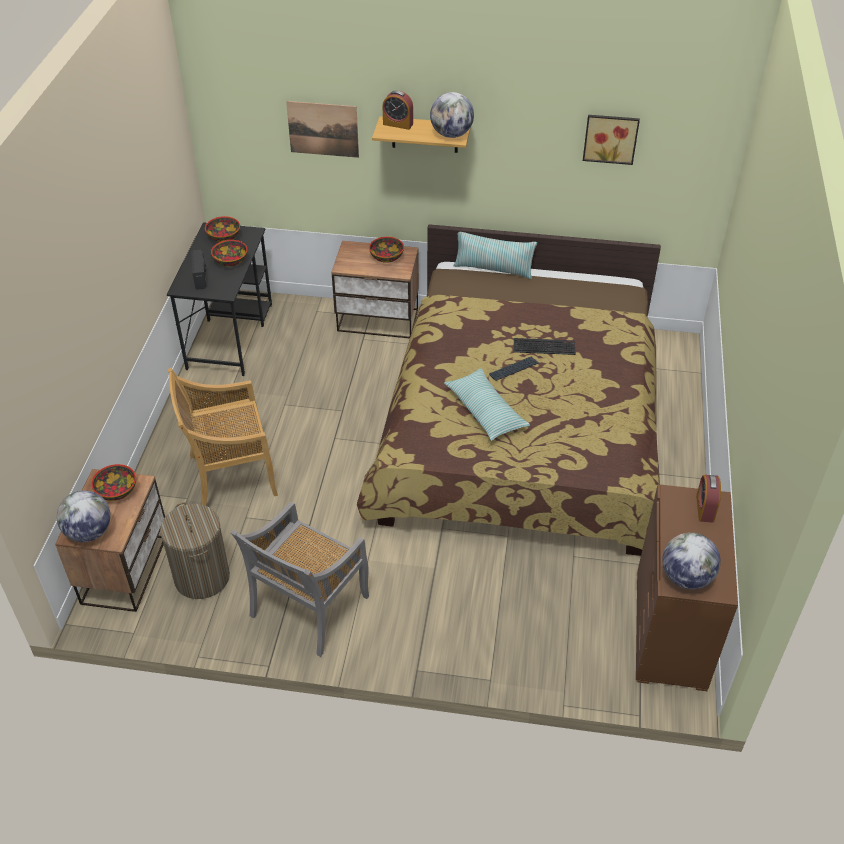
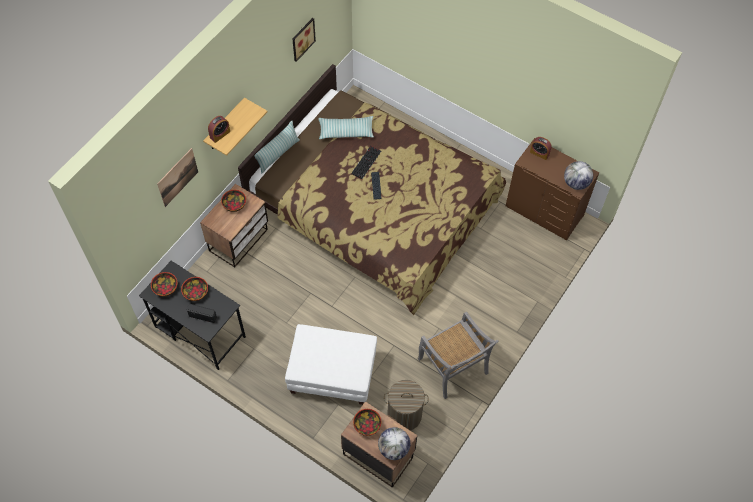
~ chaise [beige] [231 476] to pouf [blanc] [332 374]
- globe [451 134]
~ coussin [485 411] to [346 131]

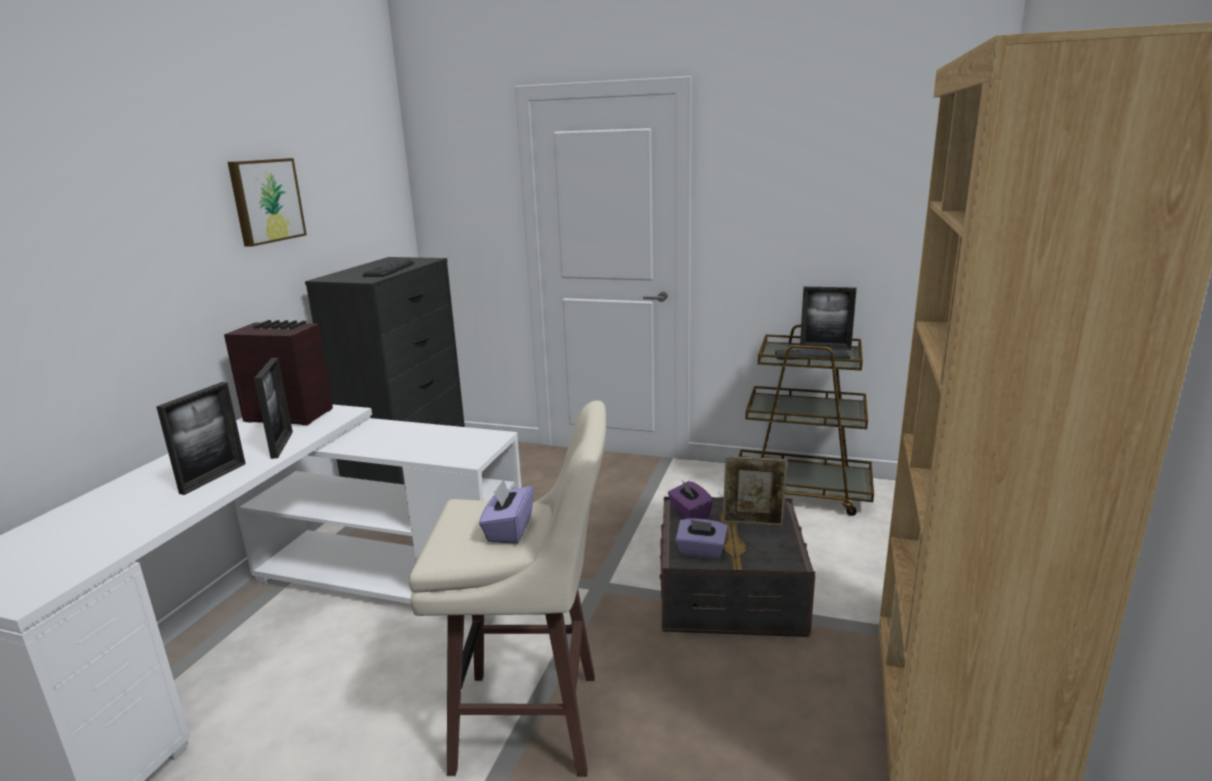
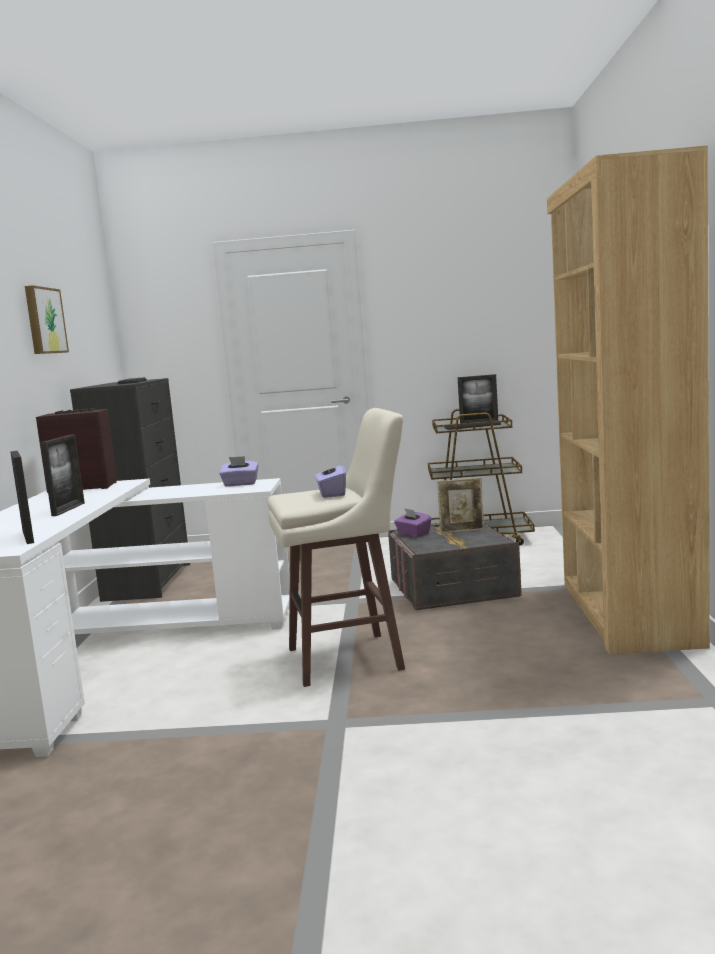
~ cadre photo [282 444] to [28 537]
~ boîte à mouchoirs [violet] [701 551] to [240 484]

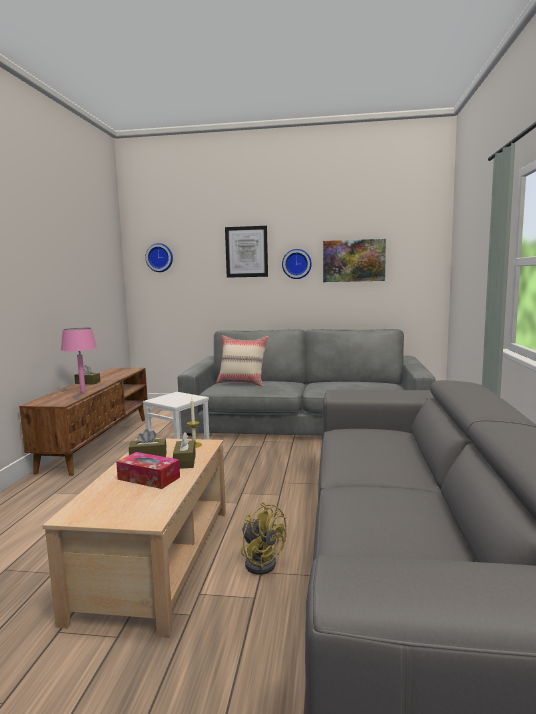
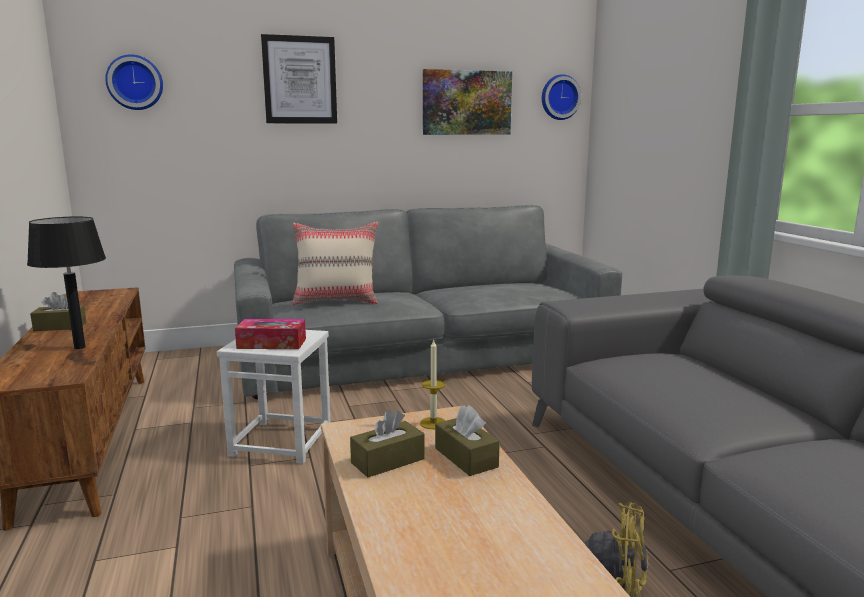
~ lampe de table [rose] [83 392] to lampe de table [noir] [80 347]
~ boîte à mouchoirs [149 478] to [272 343]
~ horloge murale [296 264] to [559 97]

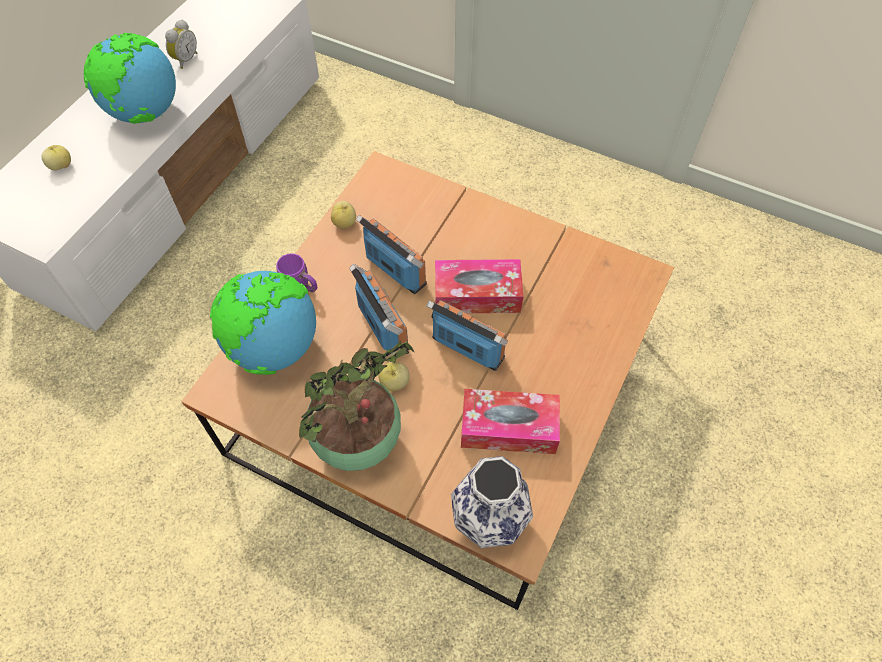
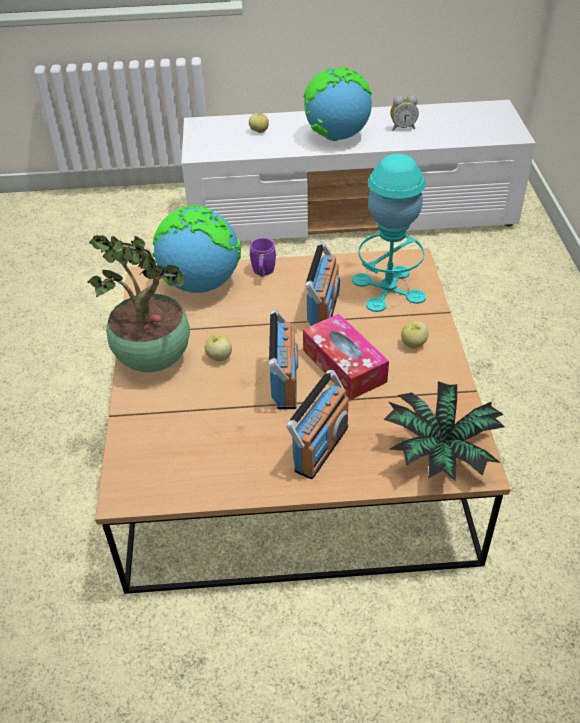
~ pomme [345 223] to [413 344]
~ radio [383 327] to [320 448]
- vase [488 521]
- boîte à mouchoirs [508 428]
+ lampe de table [turquoise] [388 288]
+ plante en pot [440 451]

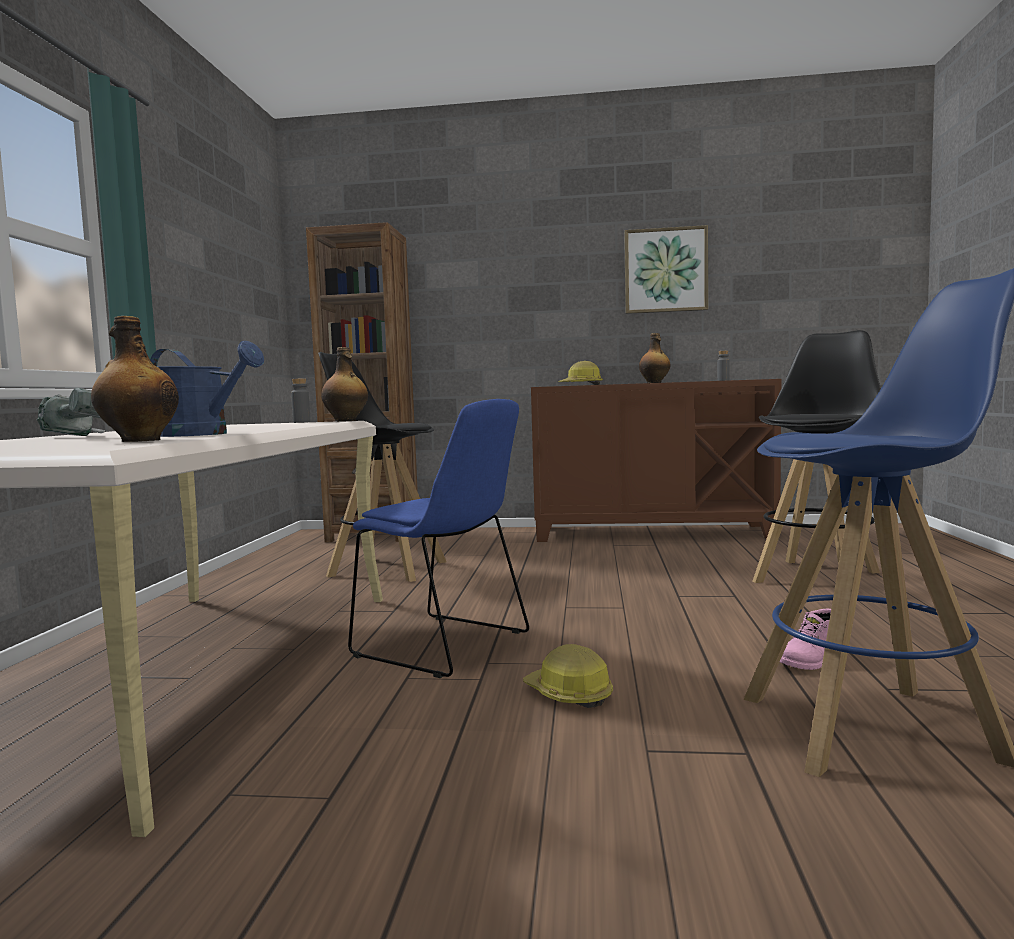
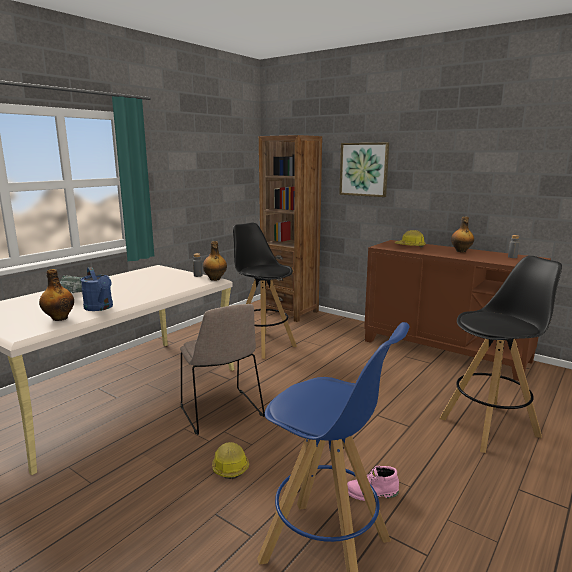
~ chaise [bleu] [446 646] to chaise [beige] [222 413]
~ tableau [665 270] to [364 169]

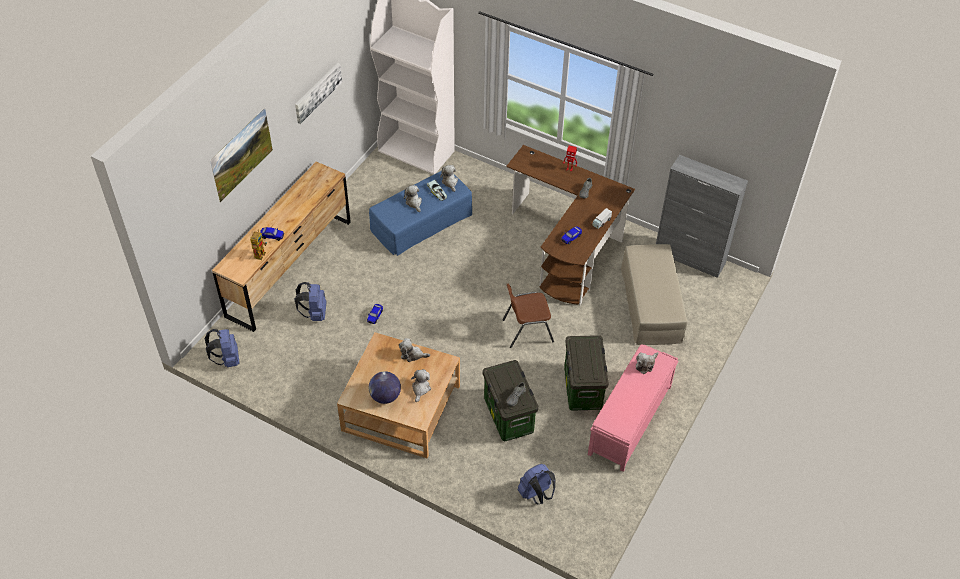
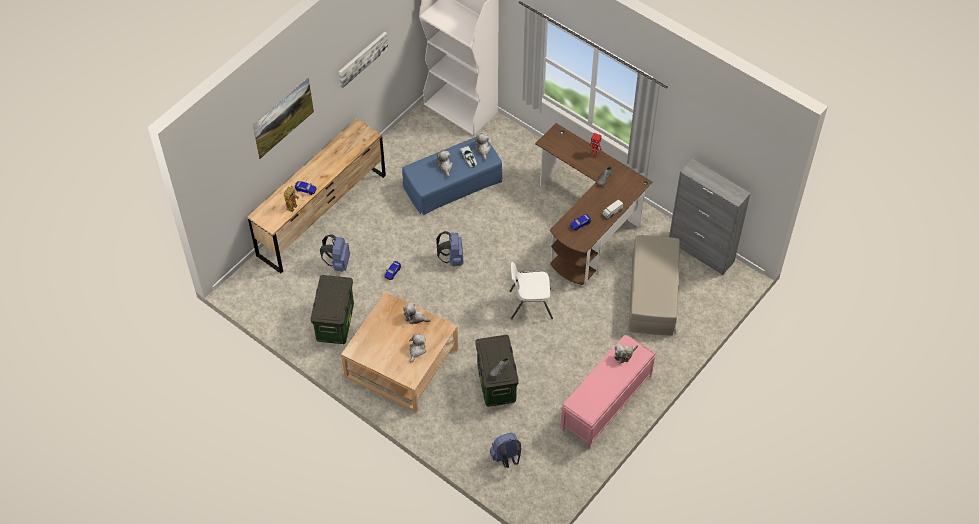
~ sac à dos [bleu] [227 359] to [452 258]
- globe [385 396]
~ chaise [marron] [526 330] to chaise [blanc] [530 304]
~ boîte de rangement [583 389] to [335 323]

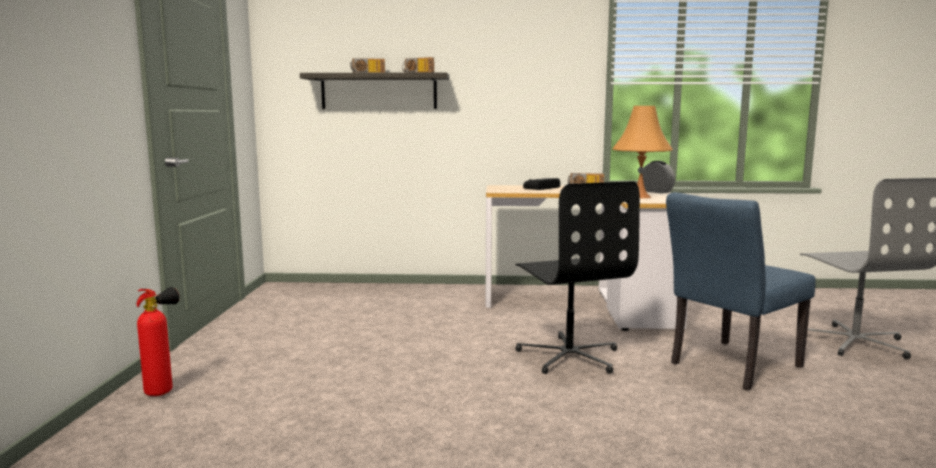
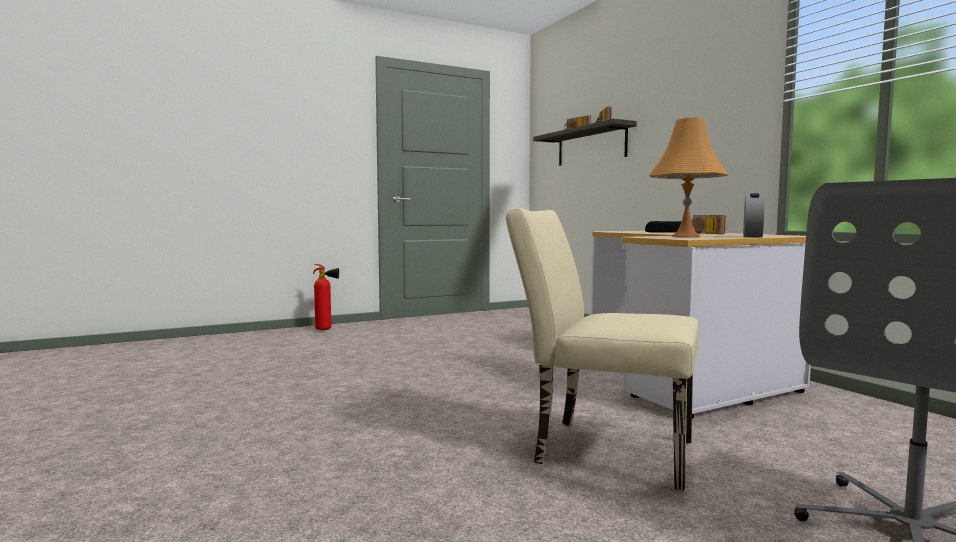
- chaise de bureau [noir] [569 356]
~ chaise [bleu] [729 367] to chaise [beige] [601 449]

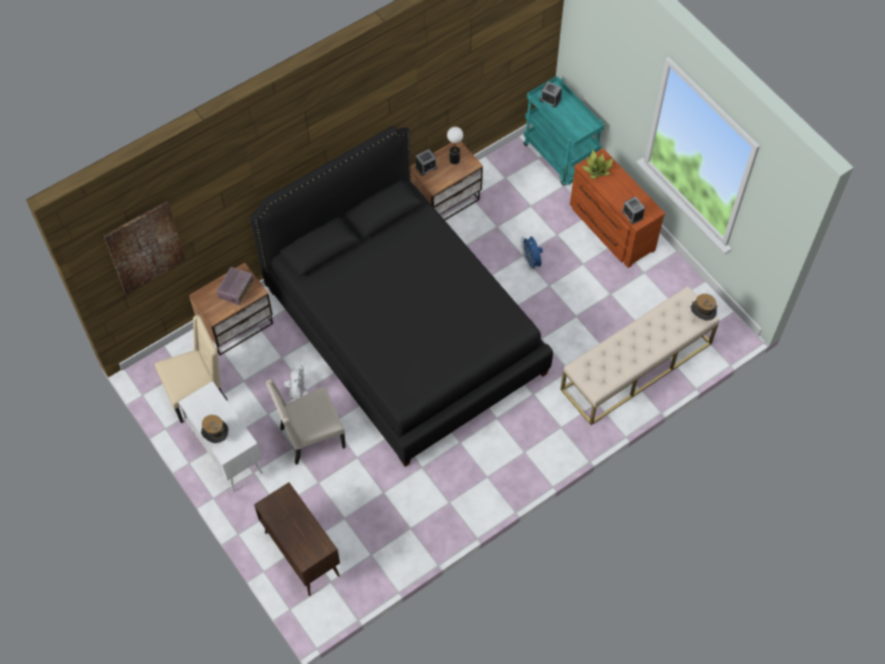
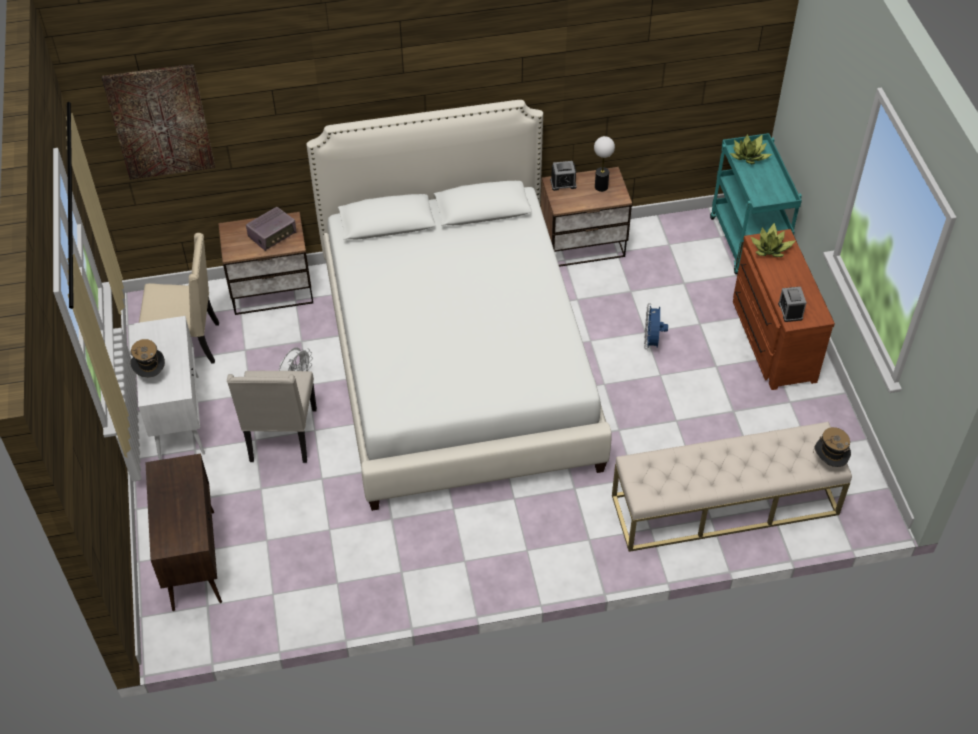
~ lit [noir] [405 330] to lit [blanc] [458 363]
~ chaise [beige] [310 437] = [282 437] 90 degrees counterclockwise
~ réveil [550 99] to plante en pot [749 156]

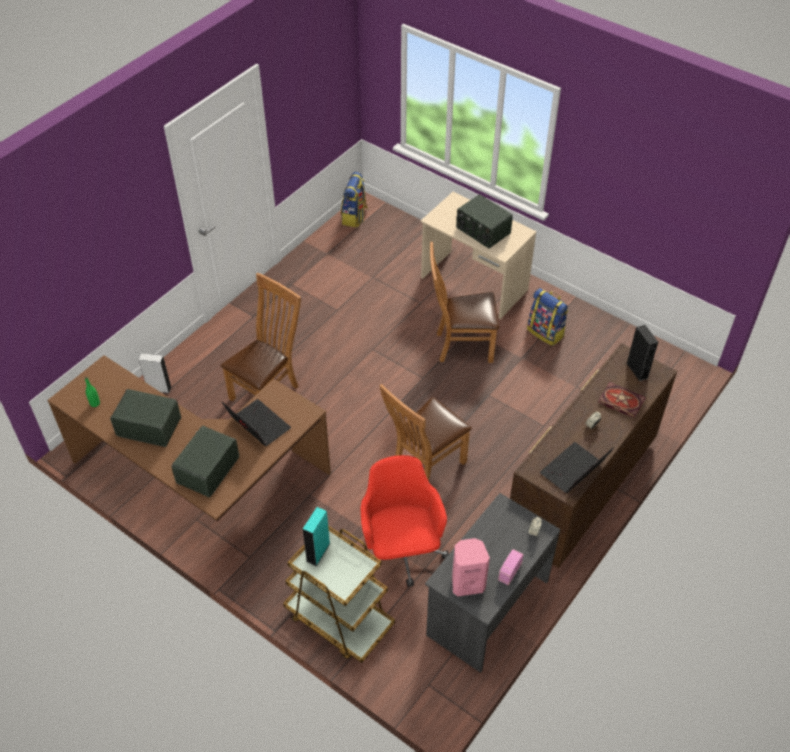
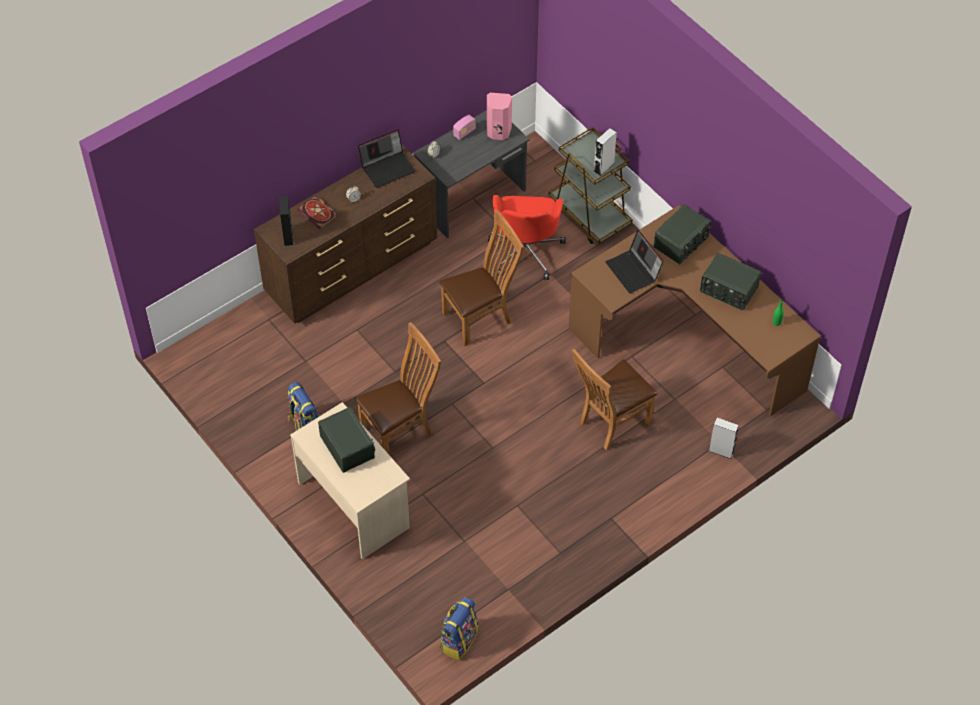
~ enceinte [turquoise] [318 552] to enceinte [gris] [603 167]
~ chaise [marron] [460 346] = [400 430] 45 degrees counterclockwise

